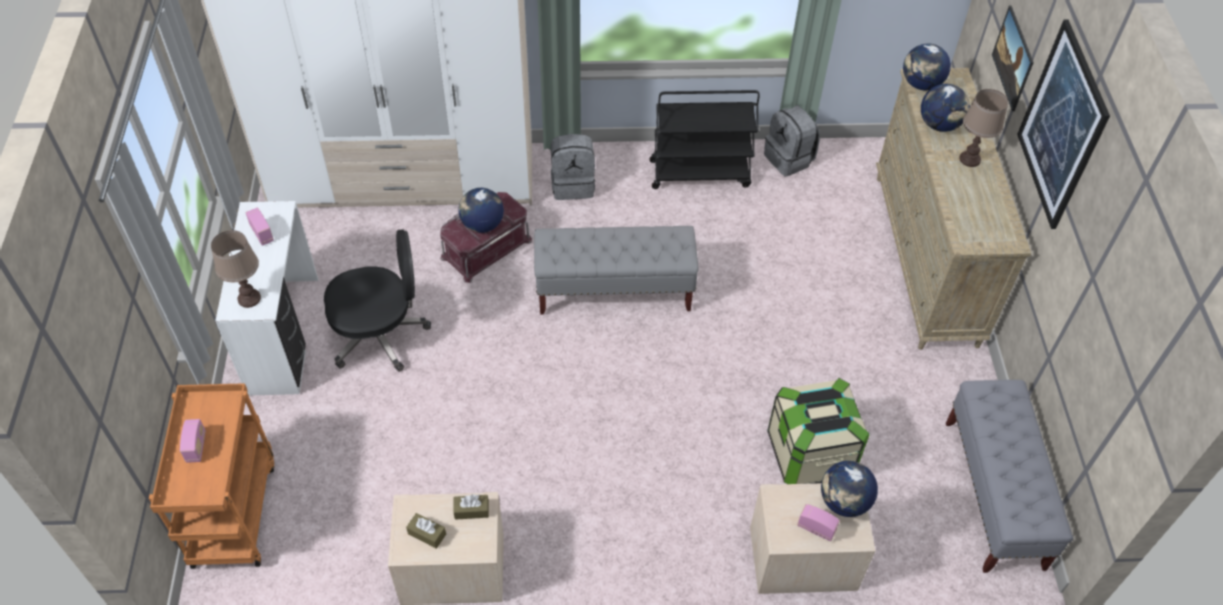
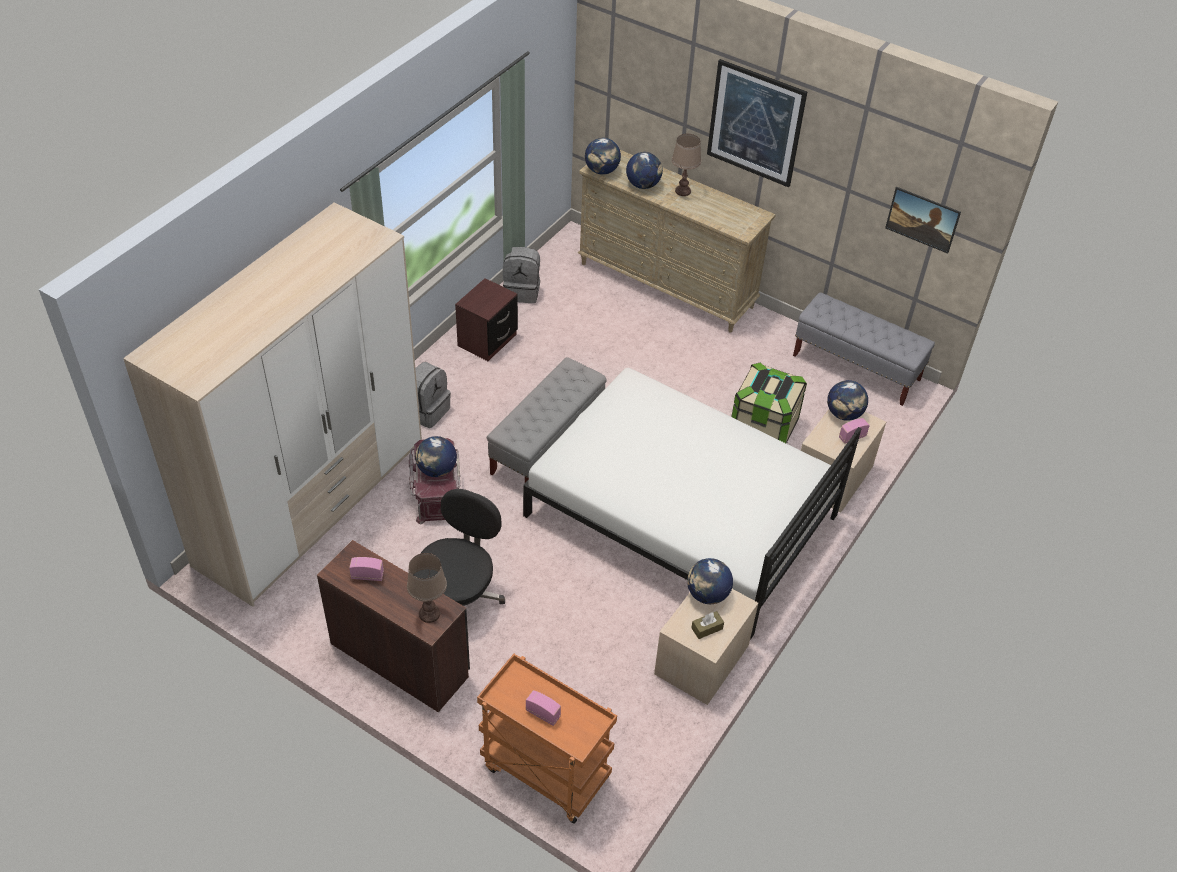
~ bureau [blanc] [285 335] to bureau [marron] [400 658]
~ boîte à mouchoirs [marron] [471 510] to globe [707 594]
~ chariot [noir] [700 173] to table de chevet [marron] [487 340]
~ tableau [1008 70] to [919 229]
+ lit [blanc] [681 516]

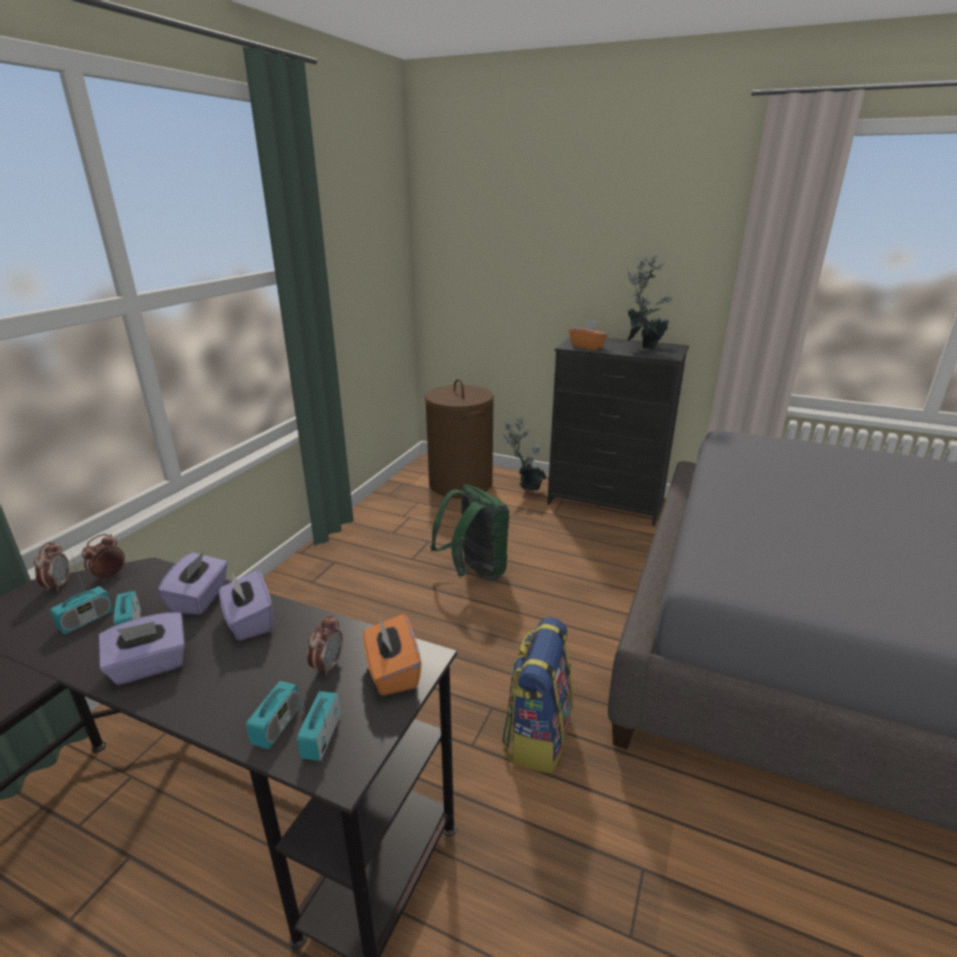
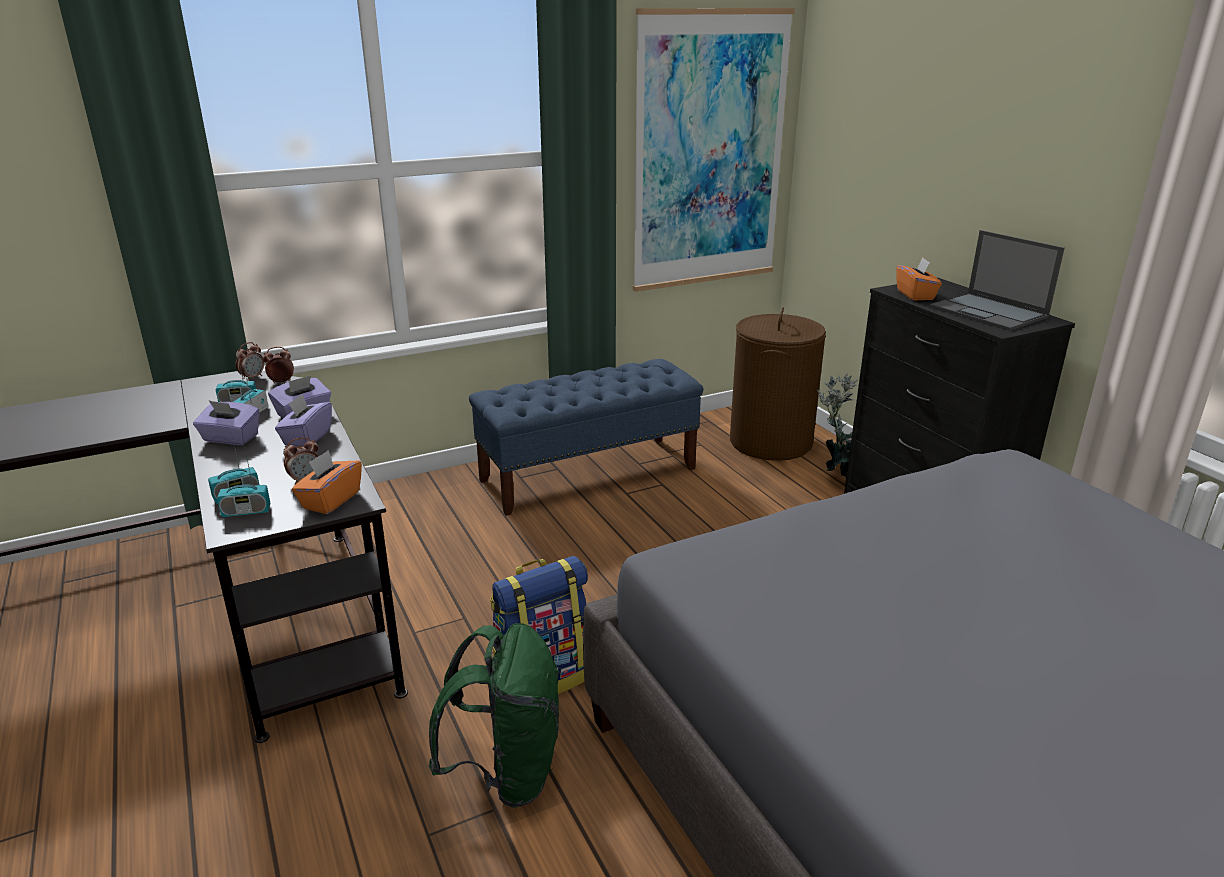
~ radio [321 736] = [246 511] 150 degrees counterclockwise
~ sac à dos [vert] [474 572] to [506 772]
~ plante en pot [643 348] to ordinateur portable [989 312]
+ banc [bleu] [589 474]
+ tableau [709 152]

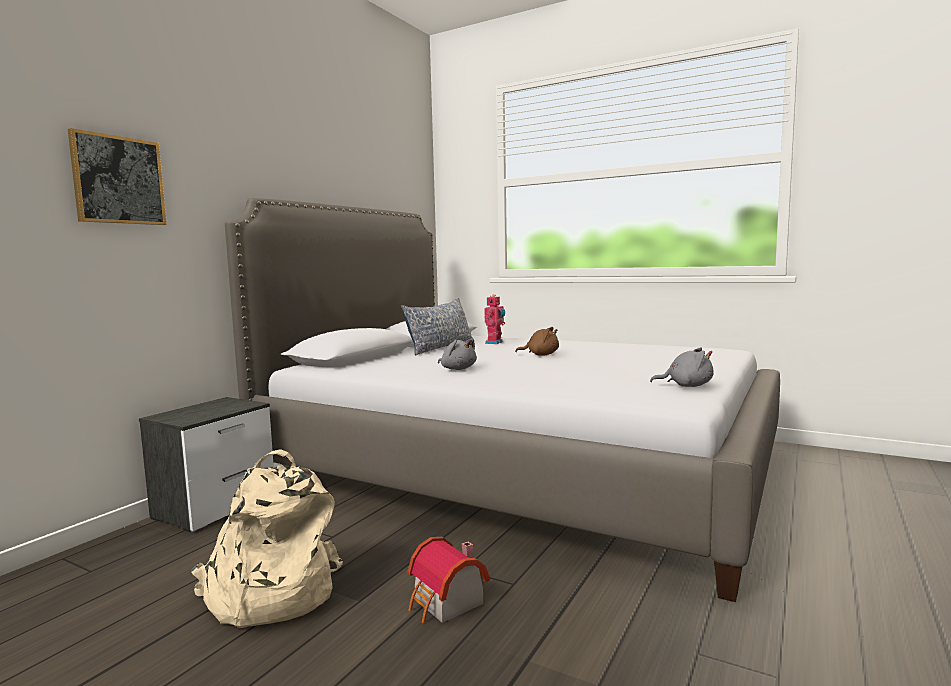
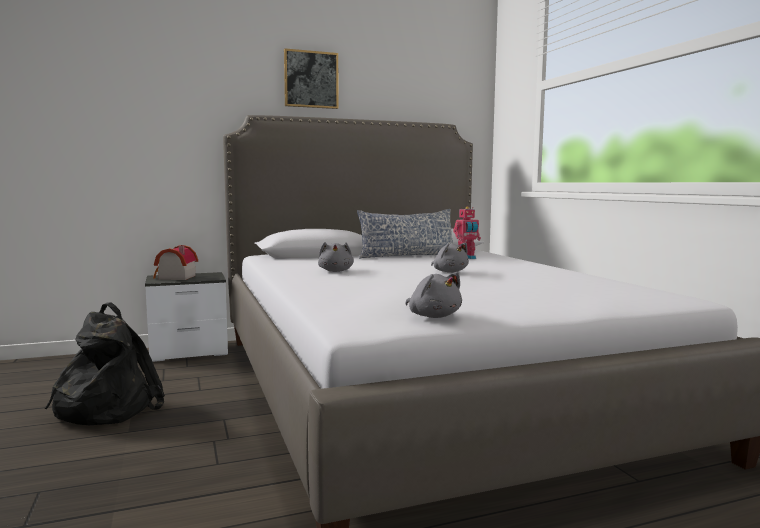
~ tableau [118 180] to [311 79]
~ sac à dos [beige] [269 593] to sac à dos [noir] [106 408]
~ maison miniature [446 604] to [174 277]
~ peluche [marron] [540 355] to peluche [gris] [449 272]

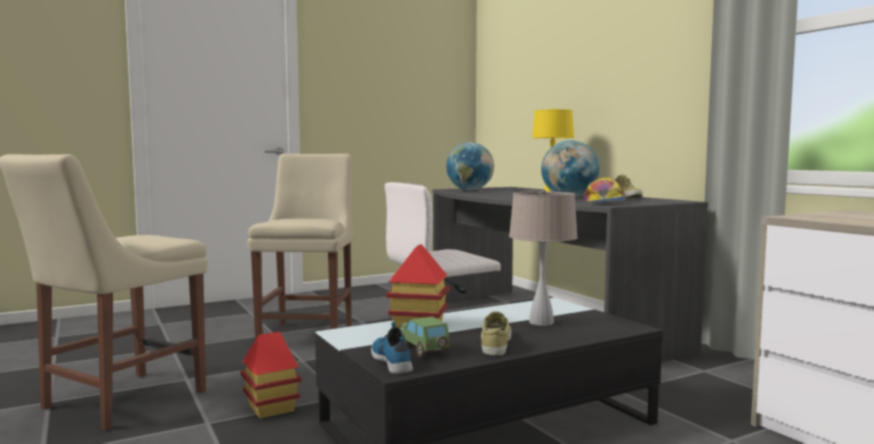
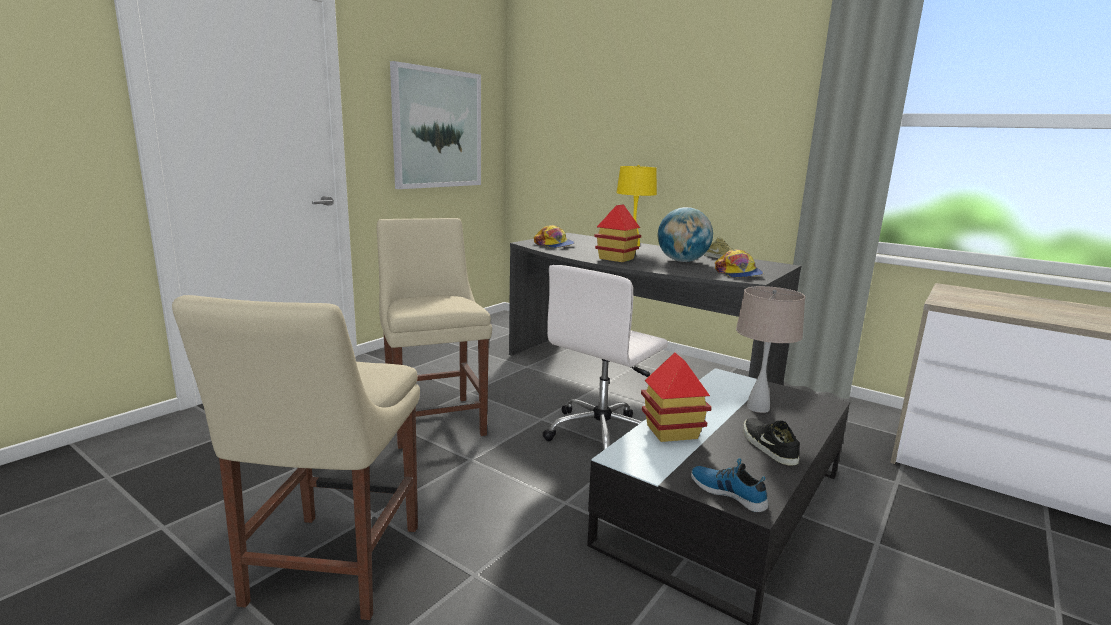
~ maison miniature [271 408] to [616 258]
- petite voiture [422 349]
~ globe [470 190] to casquette [554 245]
~ chaussure [beige] [494 343] to chaussure [noir] [767 446]
+ tableau [437 129]

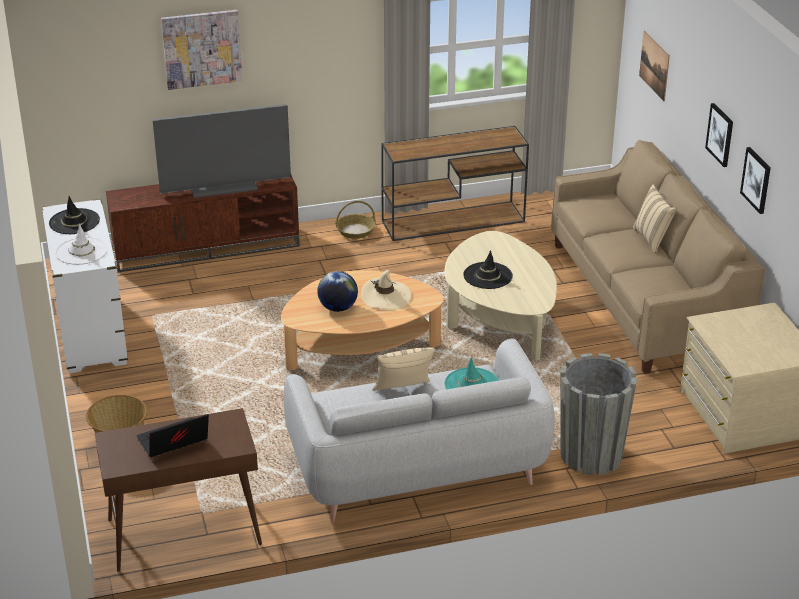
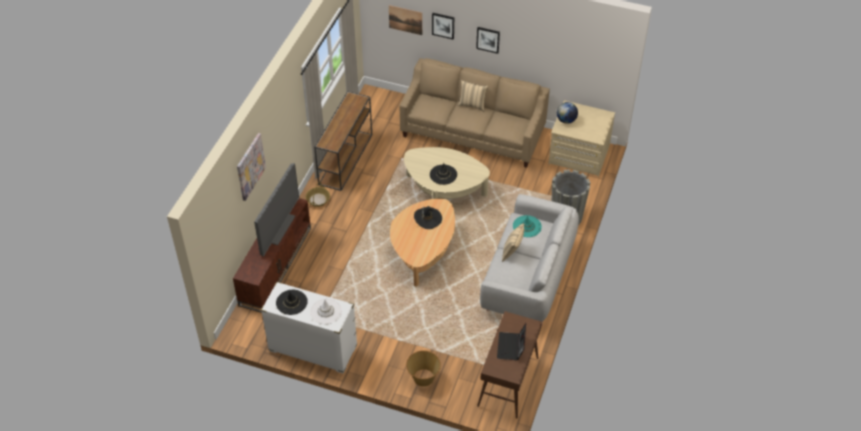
~ globe [338 308] to [566 120]
~ chapeau [beige] [386 296] to chapeau [noir] [428 218]
~ tableau [756 180] to [443 25]

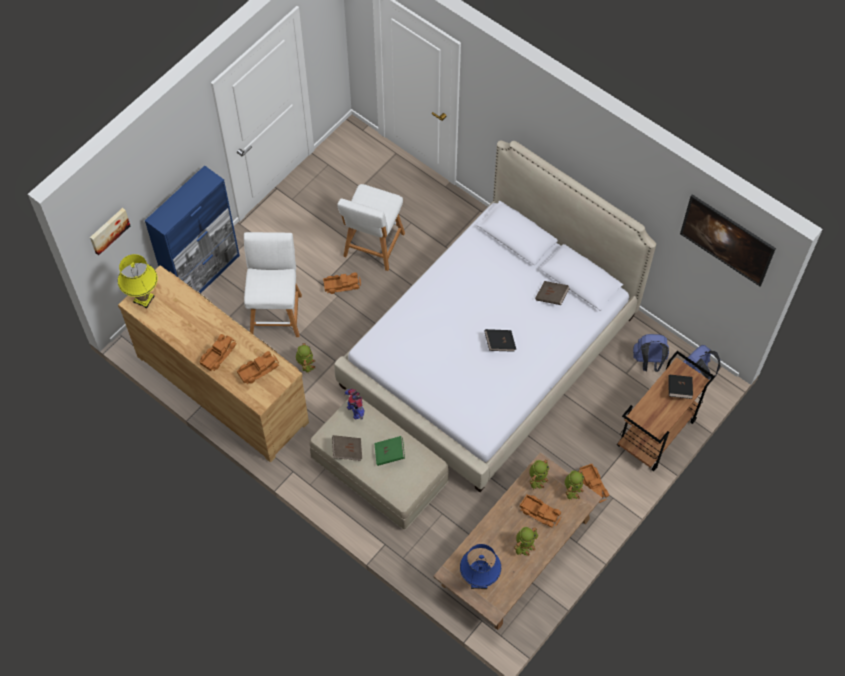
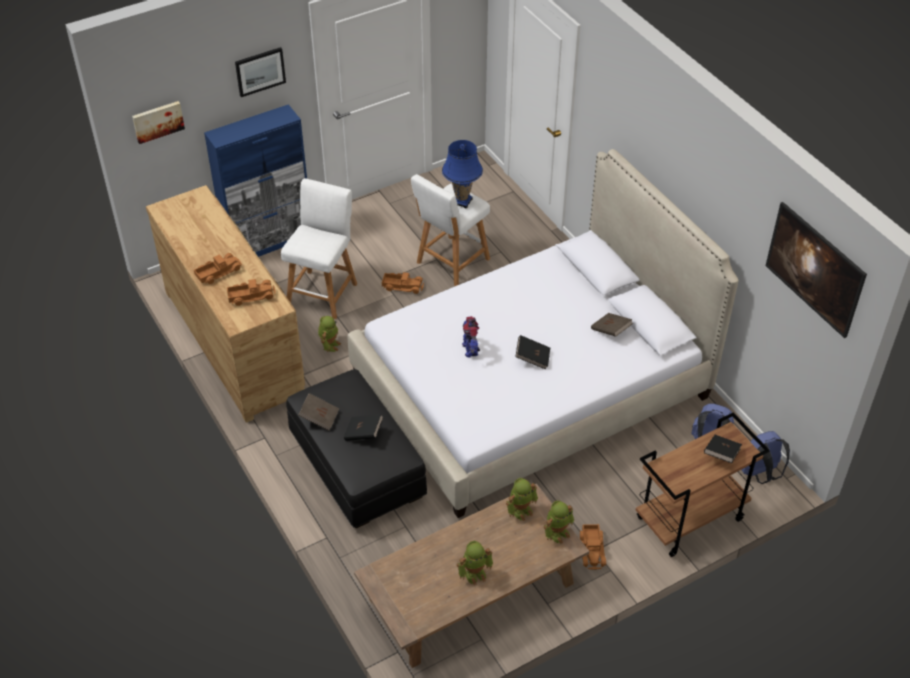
- lampe de table [jaune] [144 299]
~ pouf [beige] [379 470] to pouf [noir] [357 464]
~ robot jouet [355 410] to [470 349]
~ livre [vert] [389 454] to livre [noir] [364 433]
~ lampe de table [bleu] [479 581] to [461 201]
- camion jouet [540 512]
+ tableau [260 71]

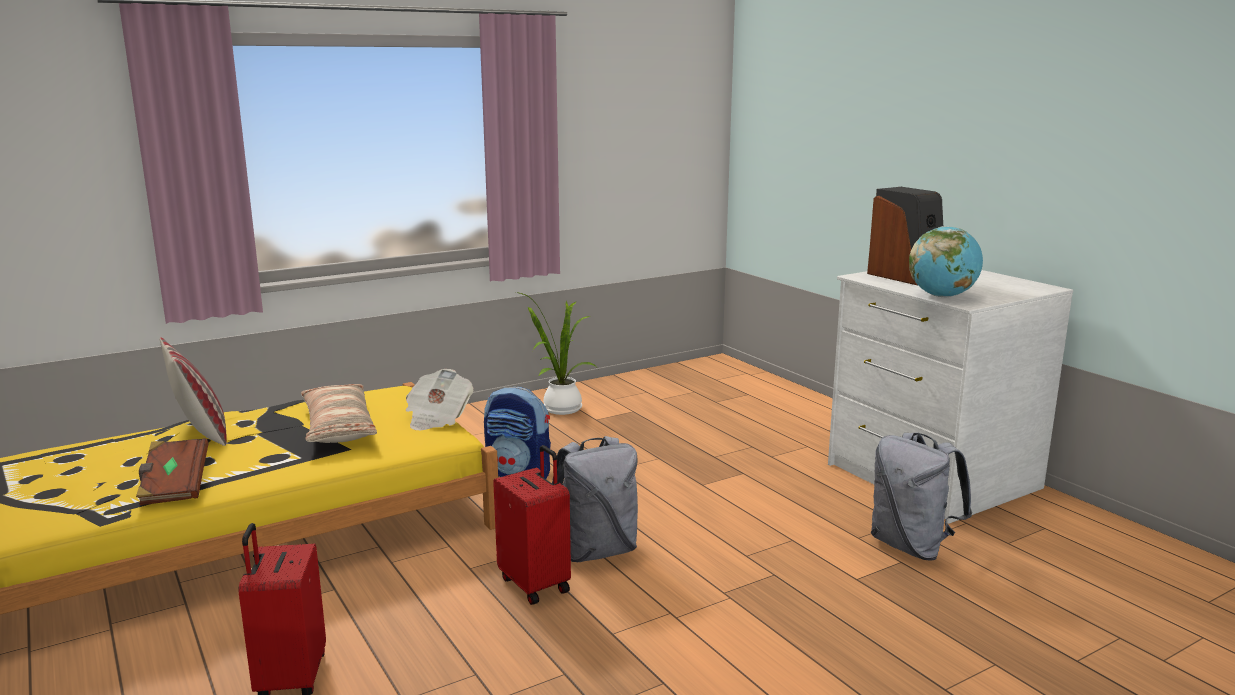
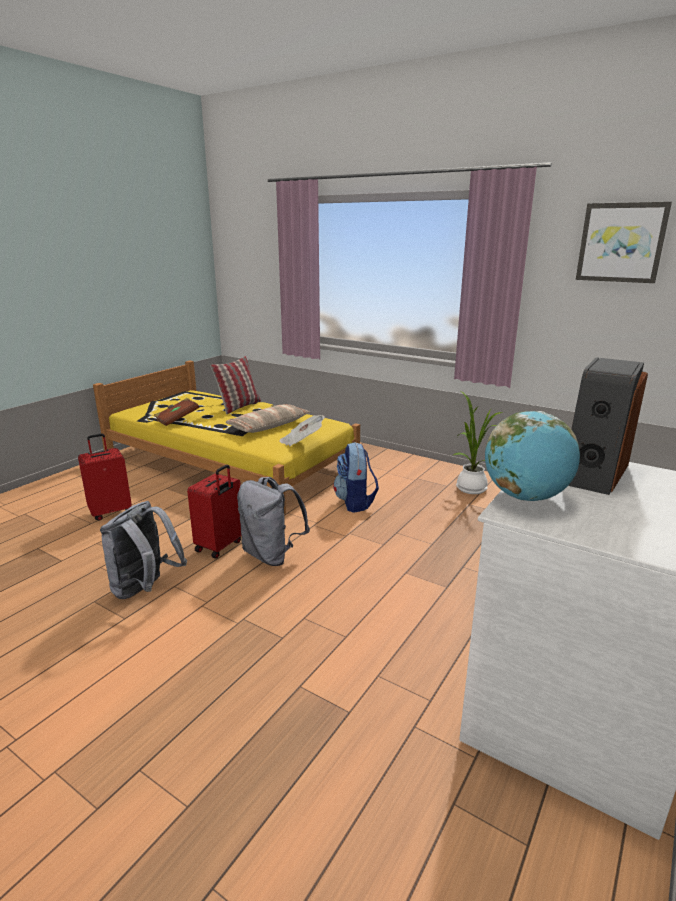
~ sac à dos [gris] [912 546] to [145 589]
+ tableau [621 242]

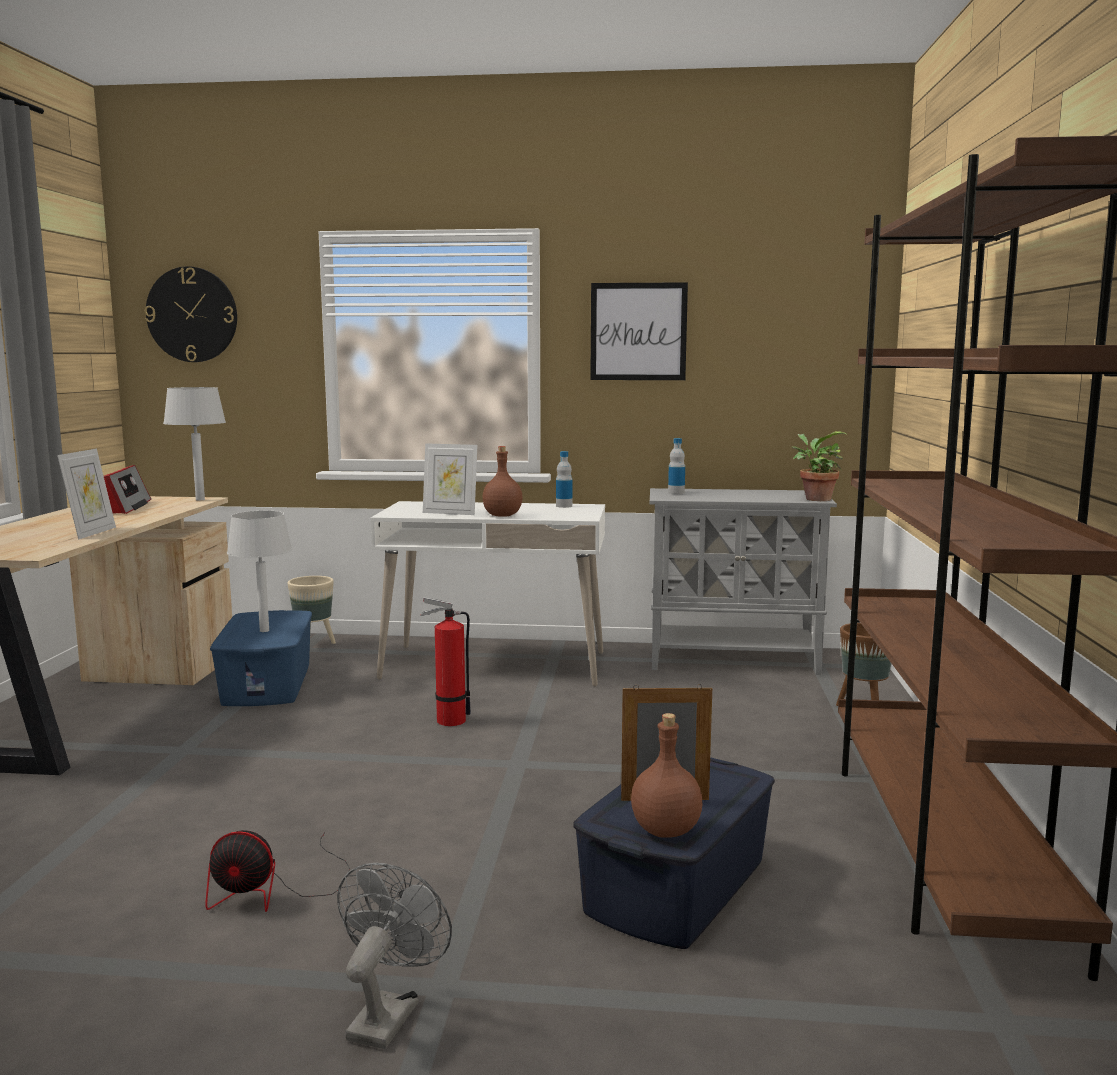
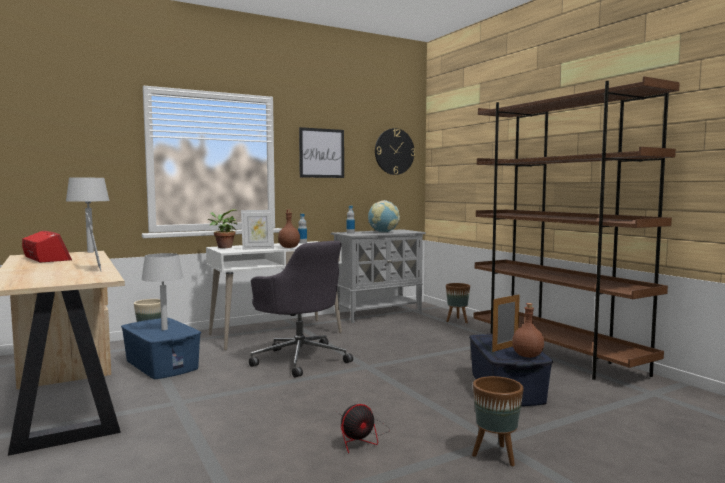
~ horloge murale [192 314] to [394 151]
~ ventilateur [gris] [388 1013] to cache-pot [marron] [495 456]
~ extincteur [447 721] to chaise de bureau [gris] [300 359]
~ plante en pot [815 499] to [223 247]
+ globe [383 232]

